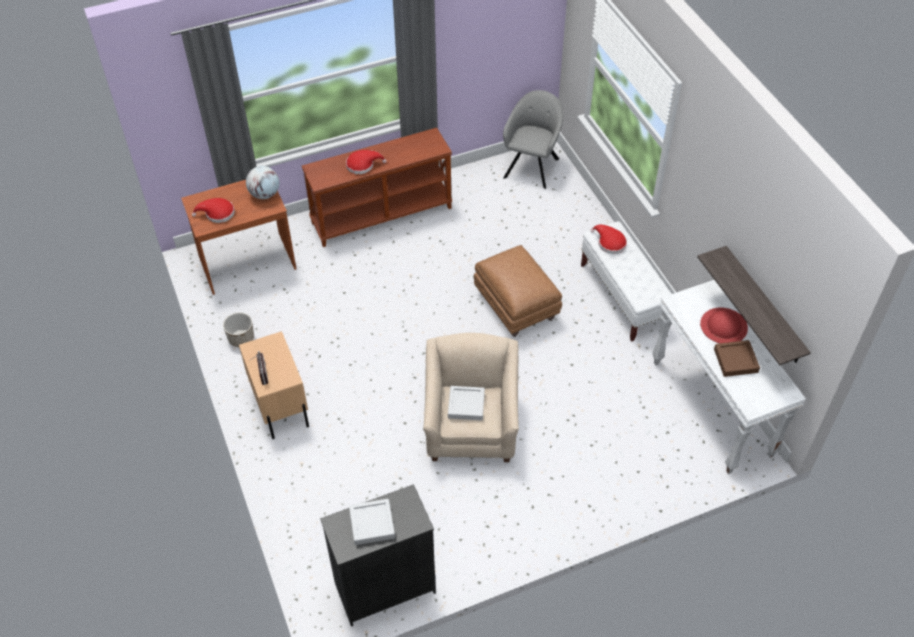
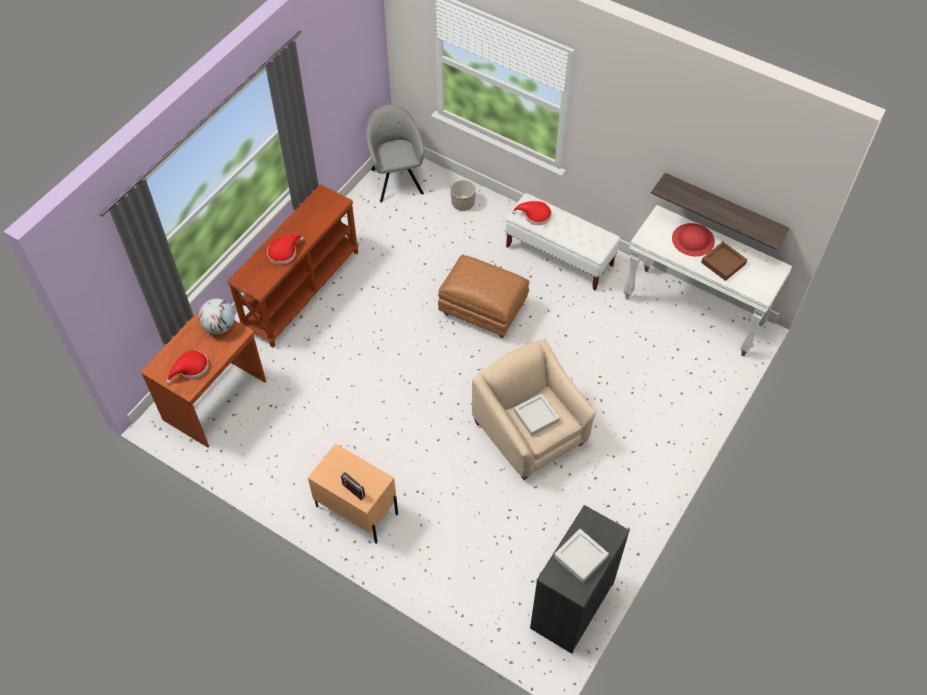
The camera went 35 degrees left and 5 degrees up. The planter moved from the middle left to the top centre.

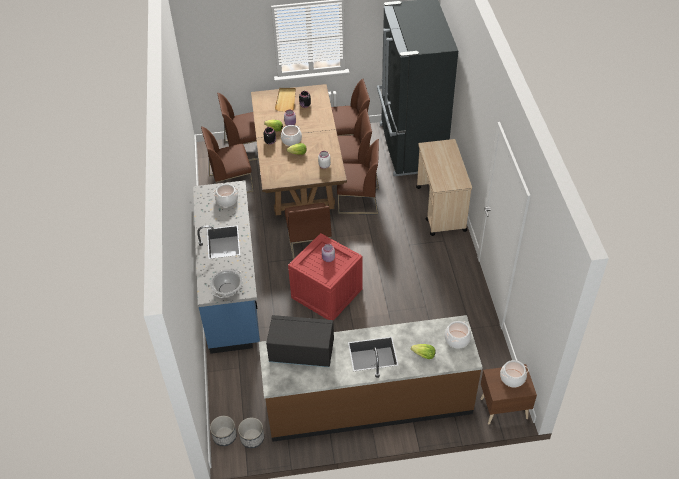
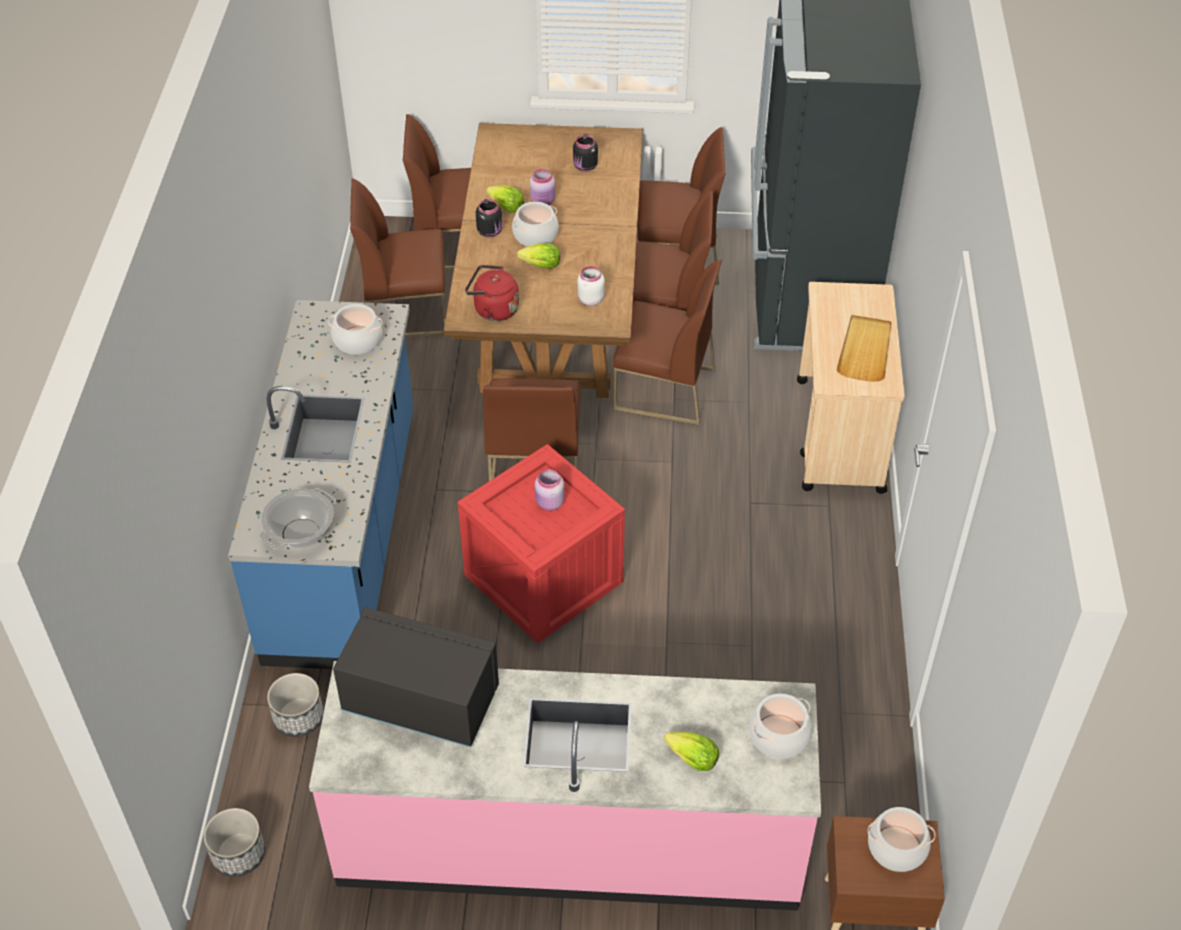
The camera went 10 degrees right and 0 degrees up. The planter (no. 2 from left) moved from the bottom centre to the bottom left. The brown counter at the bottom centre became the pink counter at the bottom centre. The red kettle at the top centre appeared. The beige tray moved from the top centre to the middle right.

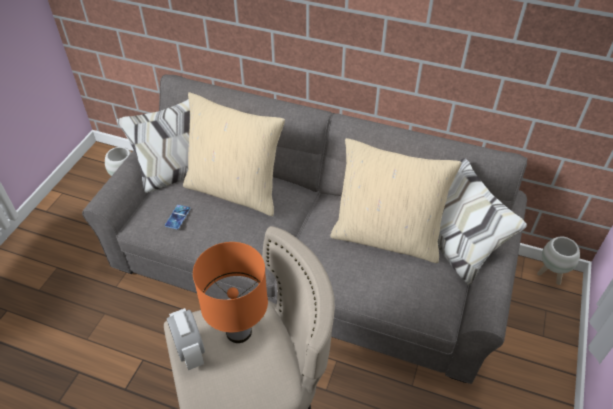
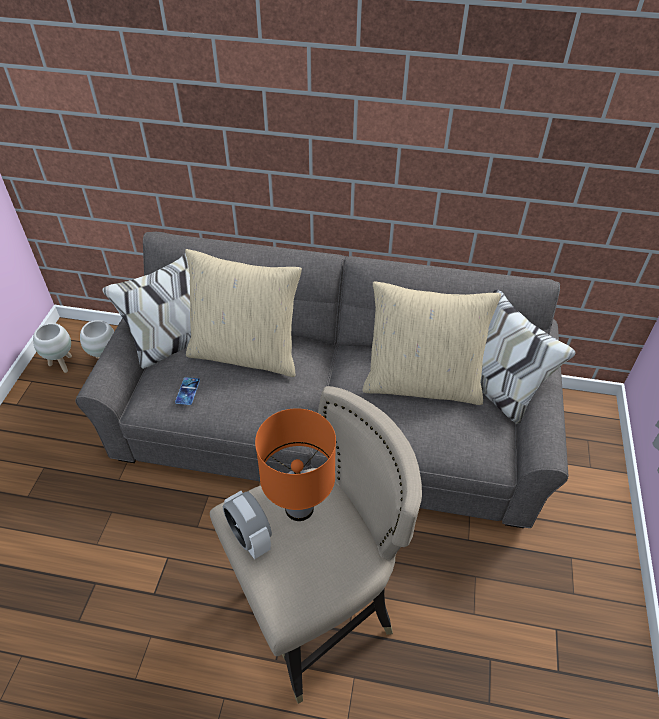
The camera went 10 degrees left and 0 degrees up. The white planter (no. 2 from left in the first image) moved from the middle right to the middle left.

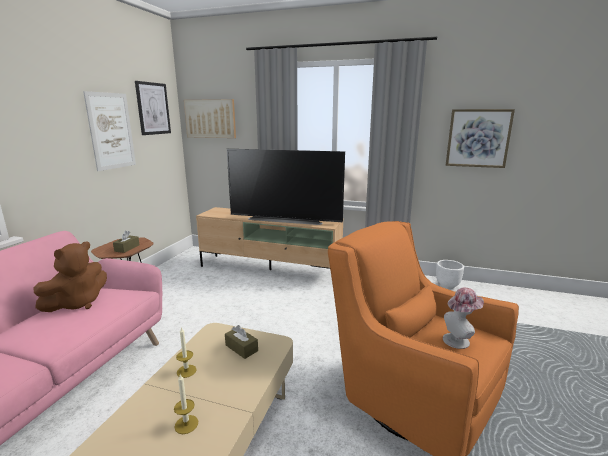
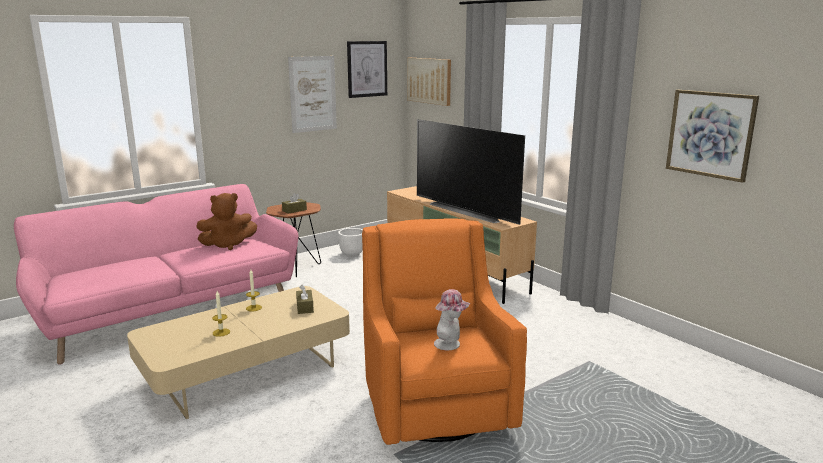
The camera went 35 degrees right and 0 degrees up. The white planter moved from the middle right to the centre.

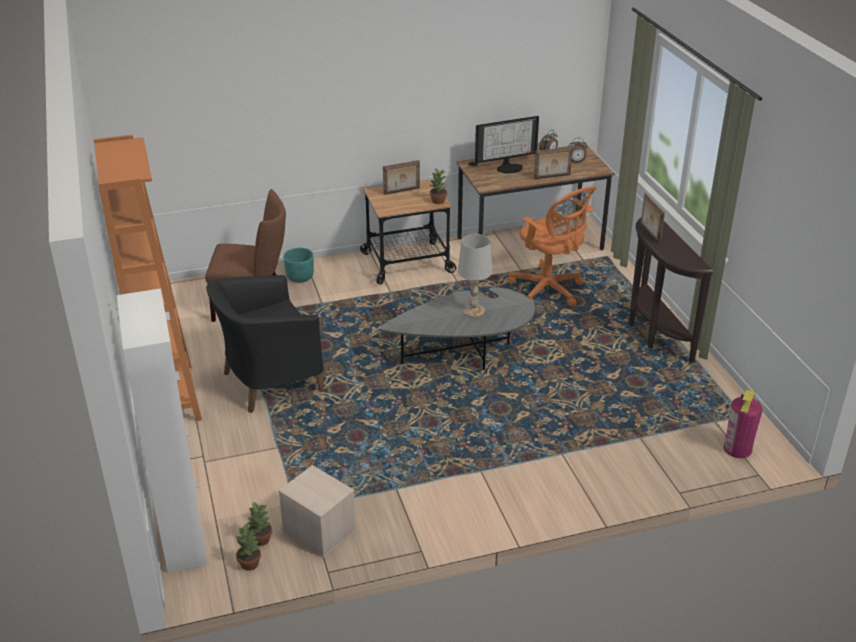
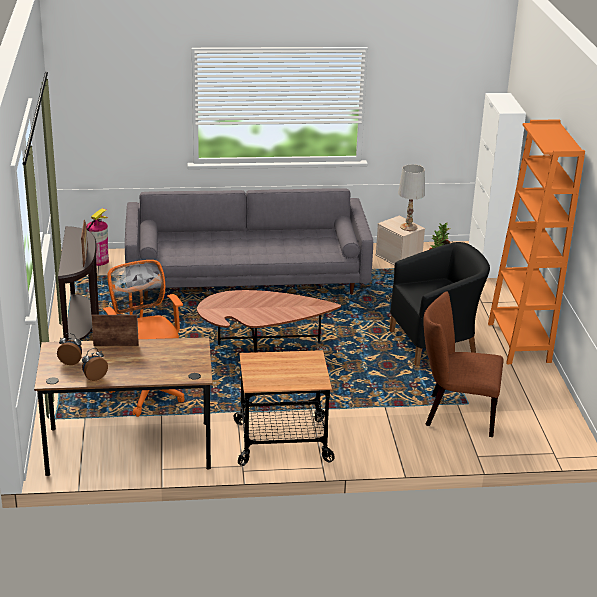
The camera went 170 degrees left and 5 degrees down. The grey sofa at the centre appeared. The grey coffee table at the centre became the brown coffee table at the centre. The white table lamp moved from the centre to the top right. The turquoise planter at the centre disappeared. The picture frame (no. 1 from left) at the top centre disappeared. The potted plant (no. 3 from left) at the top centre disappeared. The monitor at the top centre disappeared.

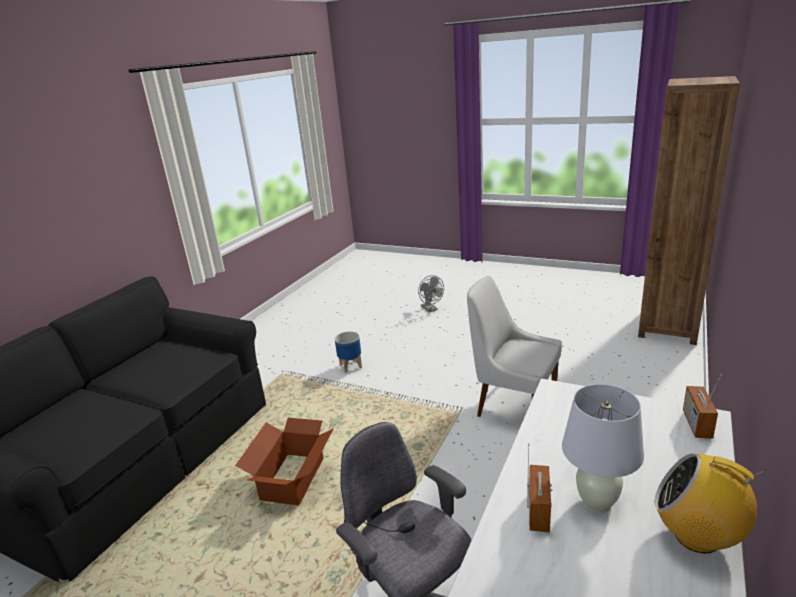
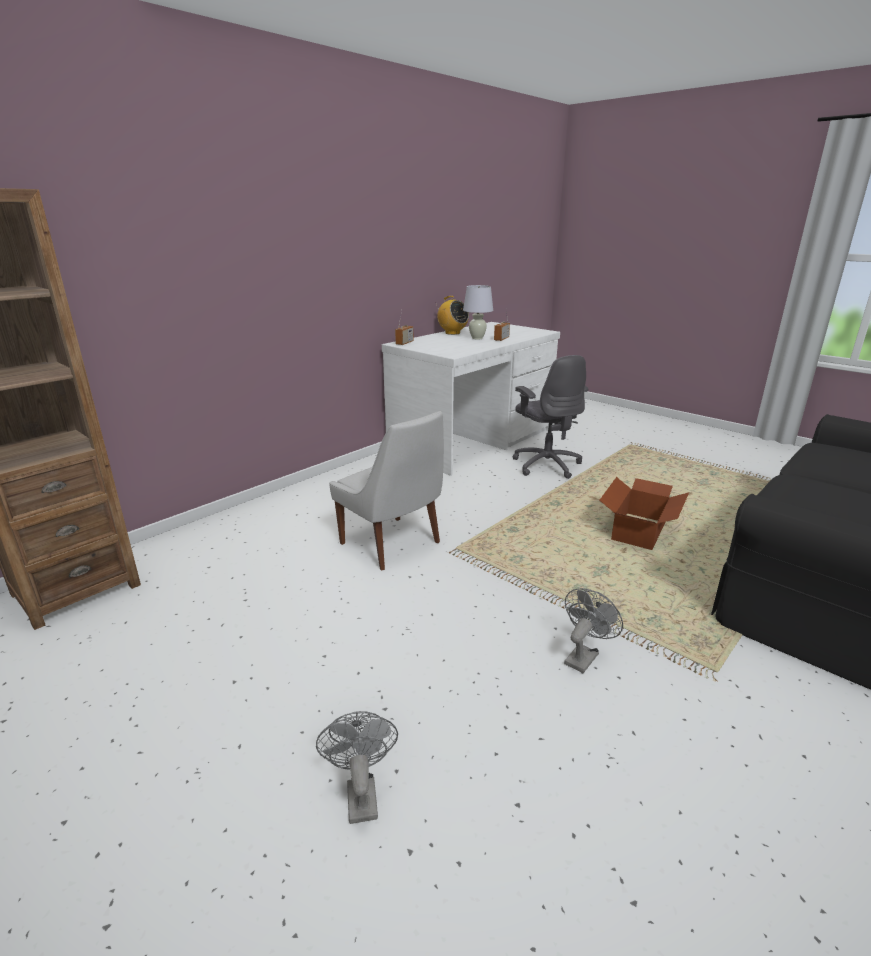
The camera went 165 degrees left and 0 degrees up. The planter at the centre was replaced by the grey fan (no. 2 from left) at the middle right.

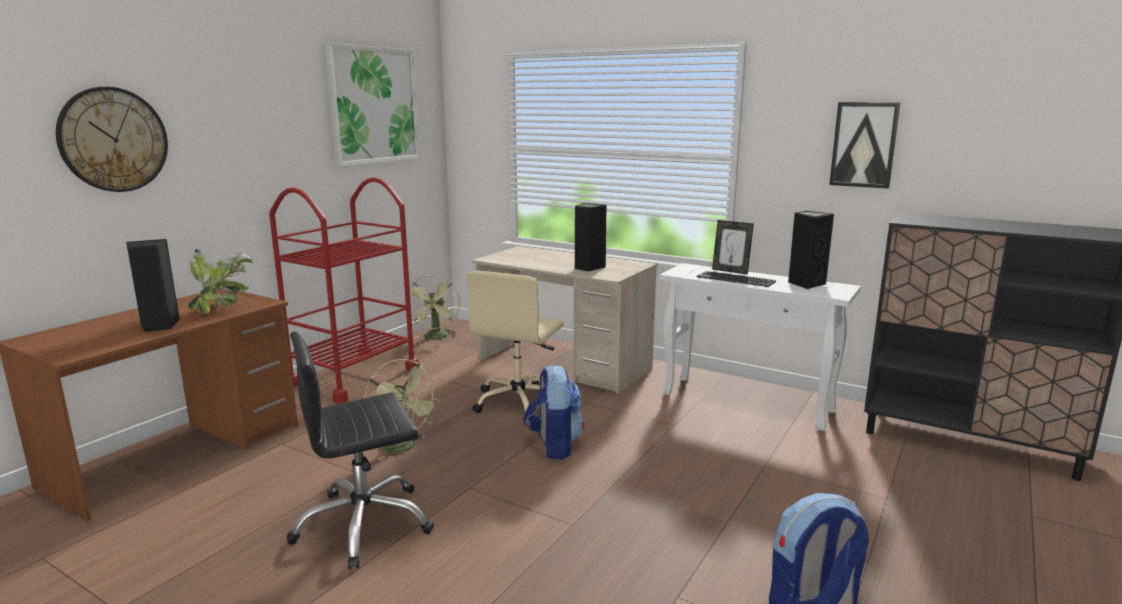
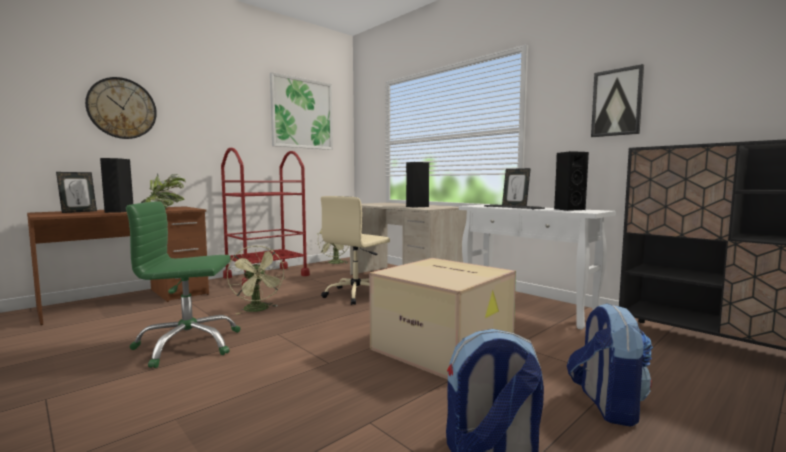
The camera went 15 degrees right and 10 degrees down. The picture frame (no. 1 from left) at the middle left appeared. The black office chair at the bottom left became the green office chair at the middle left. The cardboard box at the bottom centre appeared. The backpack (no. 1 from left in the first image) moved from the bottom centre to the bottom right.

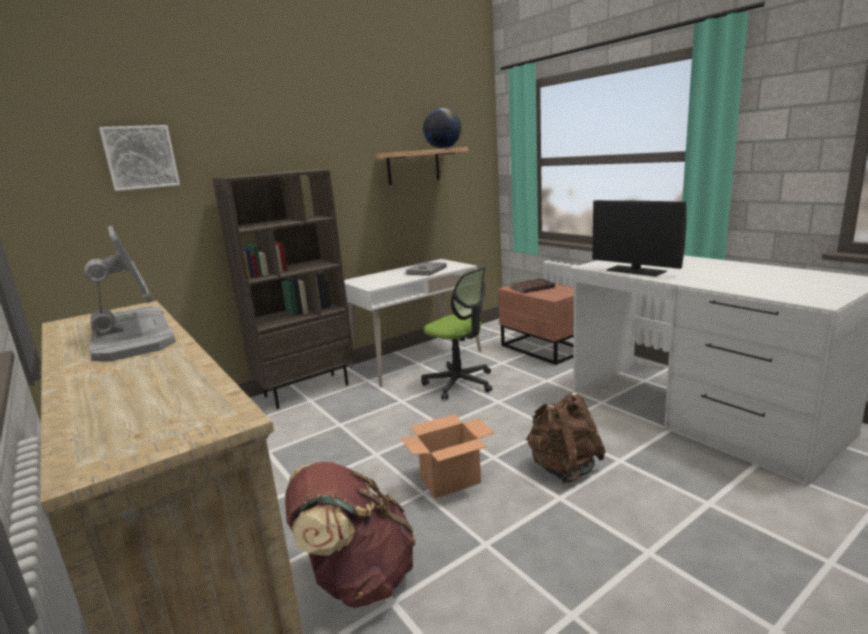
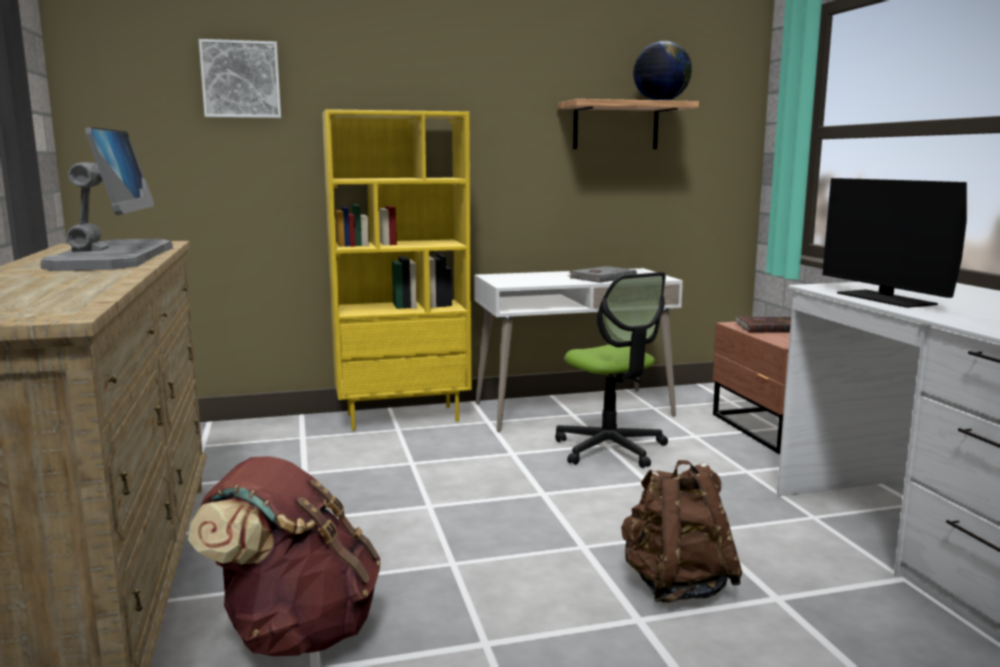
The camera went 20 degrees right and 5 degrees down. The brown bookcase at the middle left became the yellow bookcase at the centre. The cardboard box at the bottom centre disappeared.

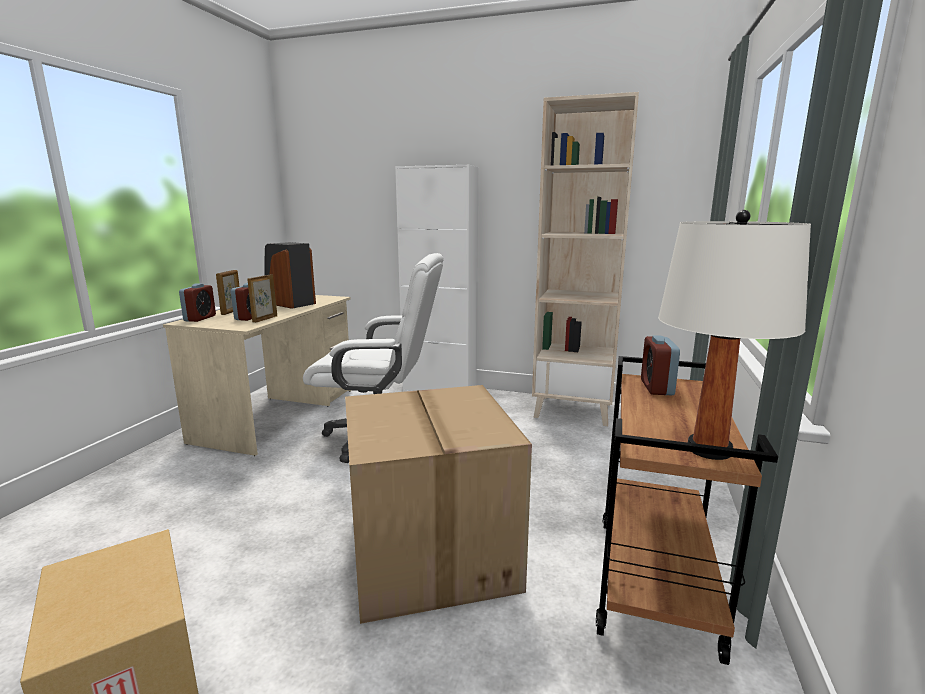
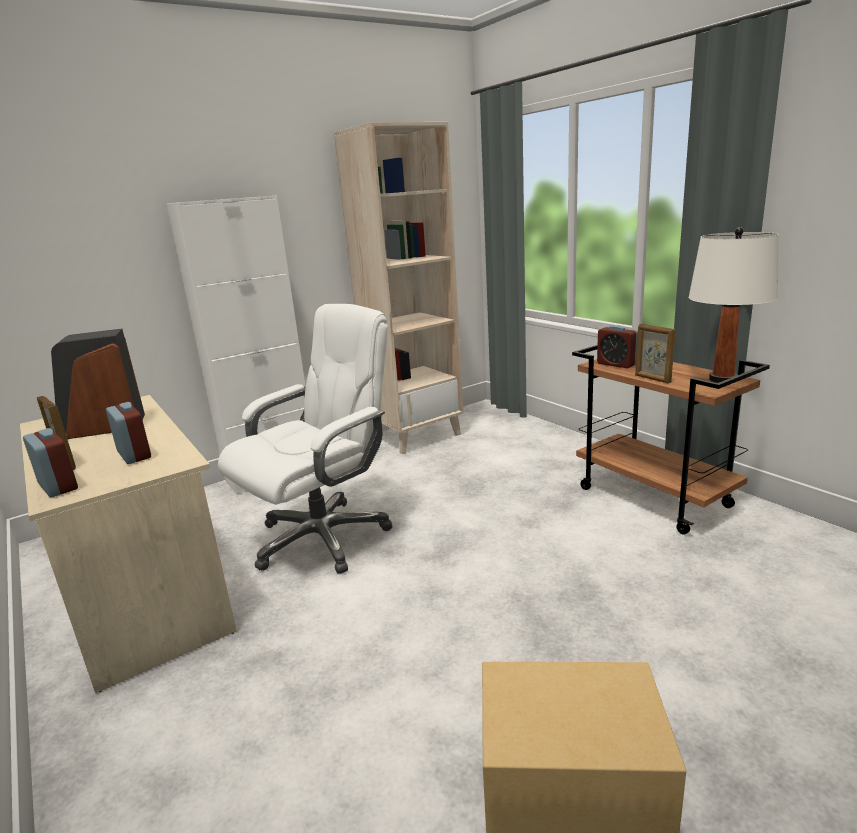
The camera went 50 degrees left and 5 degrees up. The picture frame (no. 2 from left) moved from the middle left to the middle right. The cardboard box (no. 2 from left) at the bottom centre disappeared.

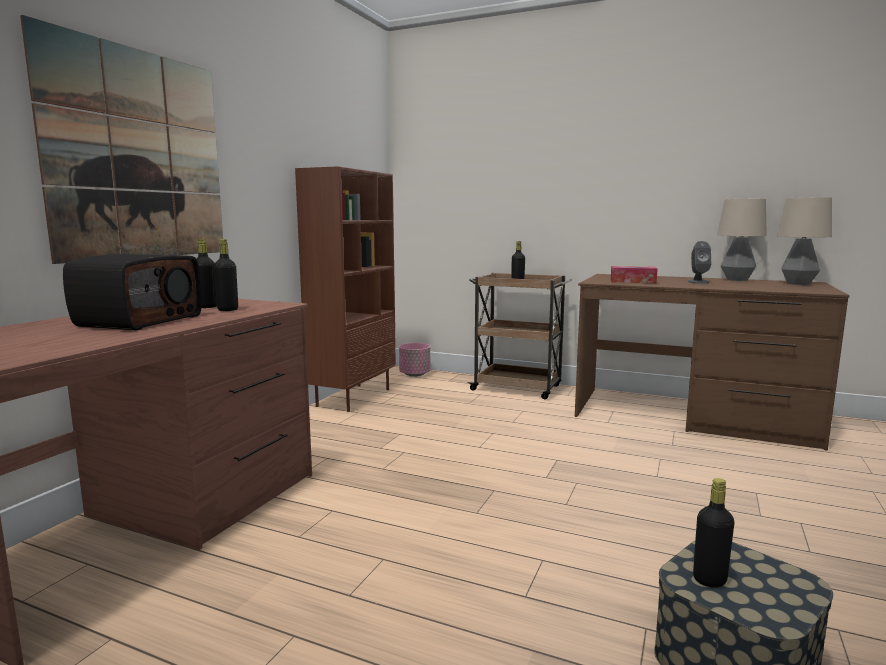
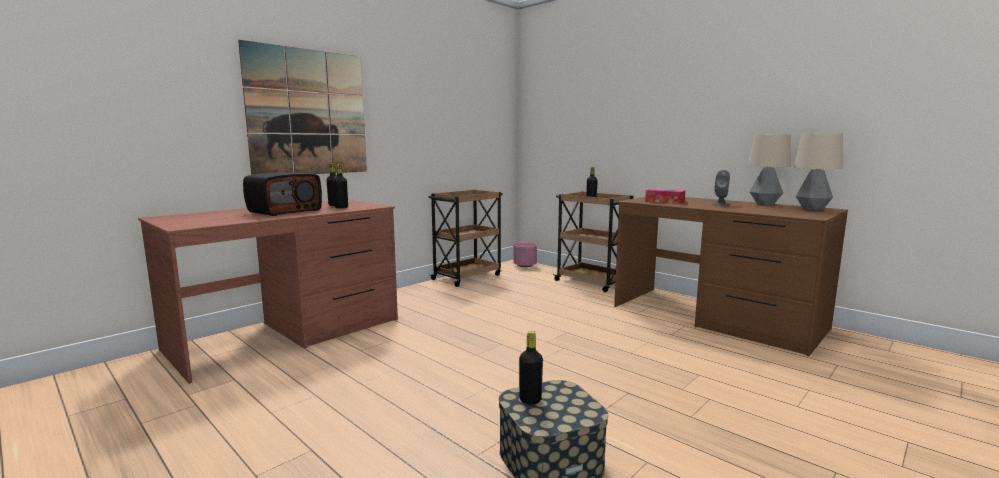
The camera went 20 degrees right and 0 degrees up. The brown bookcase at the centre was replaced by the brown cart (no. 1 from left) at the centre.

